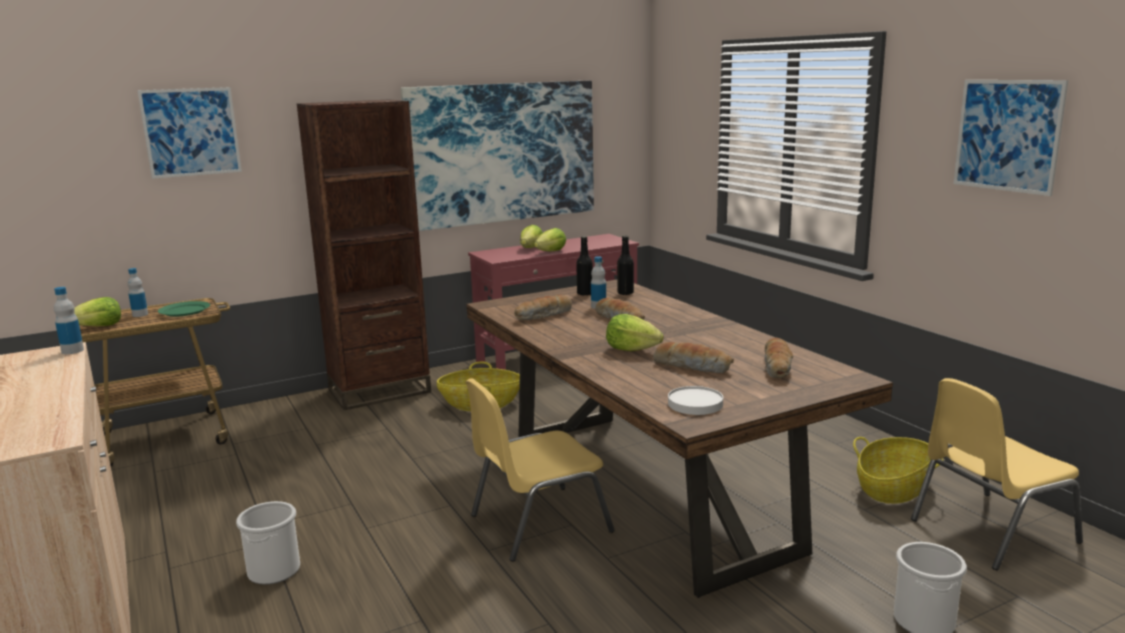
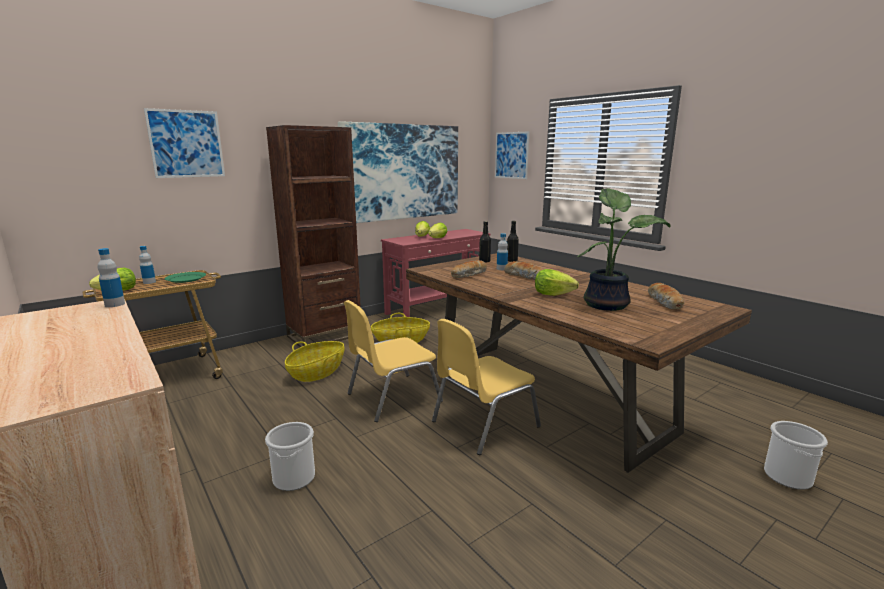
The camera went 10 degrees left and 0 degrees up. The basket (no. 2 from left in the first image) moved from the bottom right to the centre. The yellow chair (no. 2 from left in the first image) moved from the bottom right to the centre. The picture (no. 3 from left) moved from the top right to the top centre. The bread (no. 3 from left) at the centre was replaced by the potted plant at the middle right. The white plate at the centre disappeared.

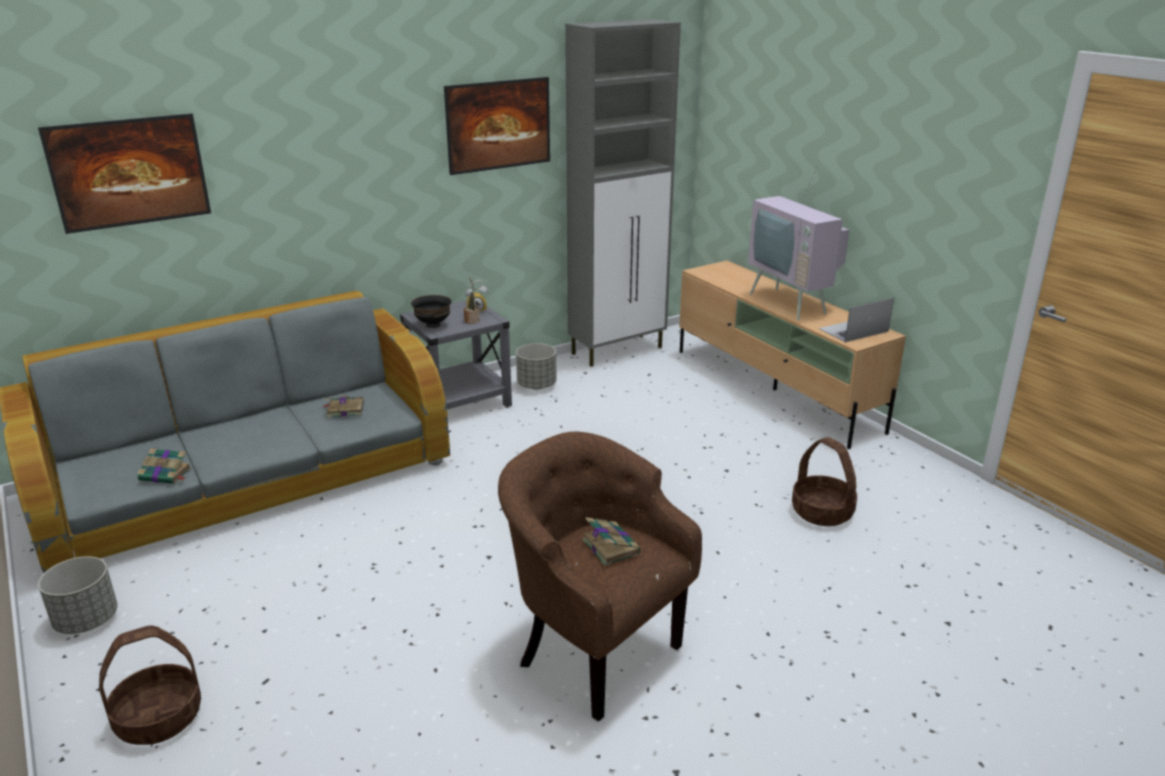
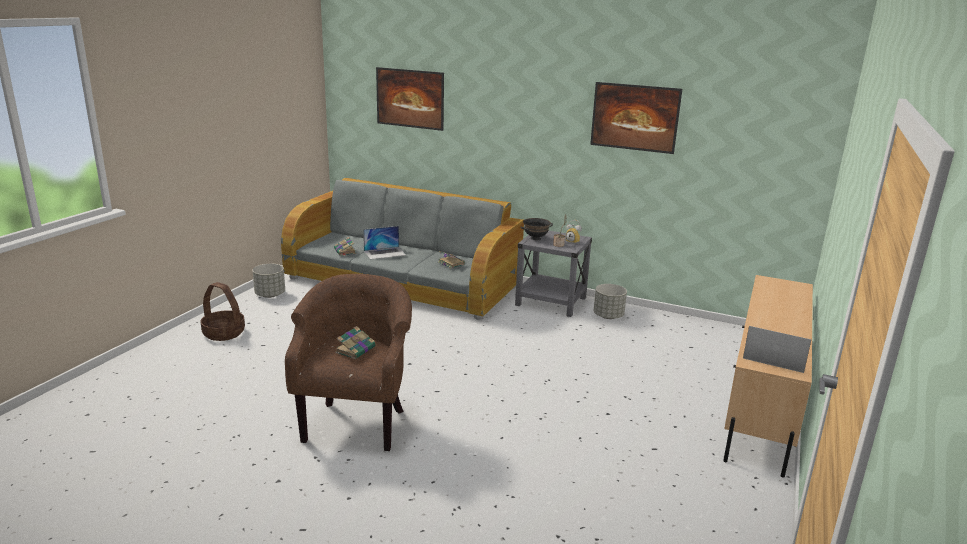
The camera went 55 degrees right and 5 degrees down. The laptop (no. 1 from left) at the centre appeared. The grey cabinet at the top centre disappeared. The television at the top right disappeared. The basket (no. 2 from left) at the middle right disappeared.

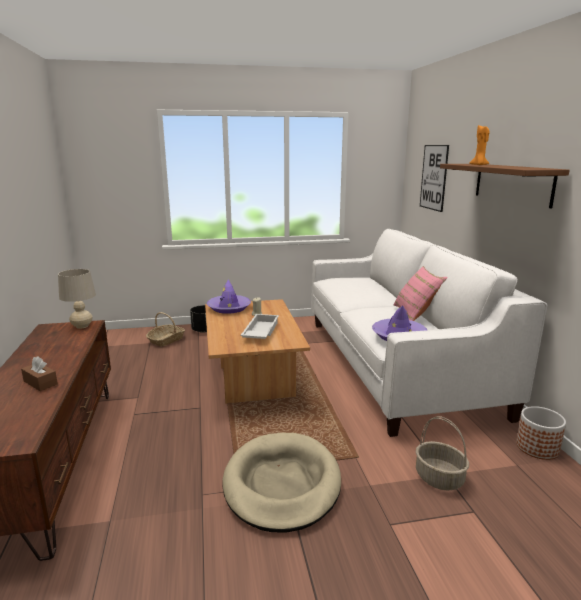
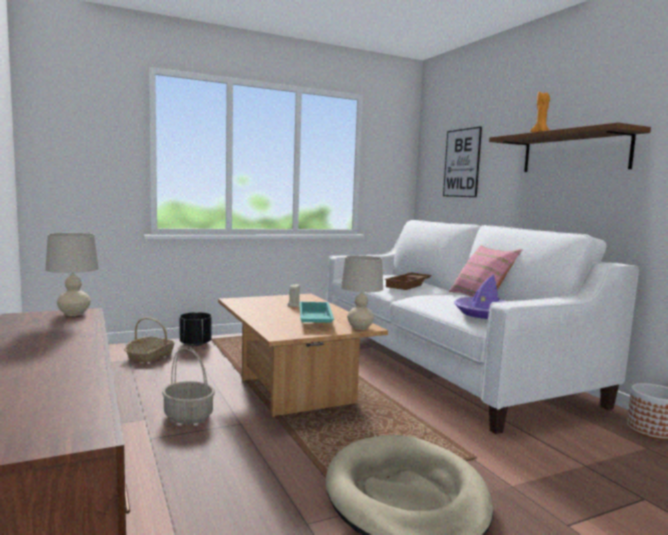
The camera went 15 degrees left and 10 degrees down. The basket (no. 2 from left) moved from the bottom right to the bottom left. The white tray at the centre became the turquoise tray at the centre. The beige table lamp (no. 2 from left) at the centre appeared. The brown tray at the centre appeared. The brown tissue box at the middle left disappeared. The purple hat (no. 1 from left) at the centre disappeared.

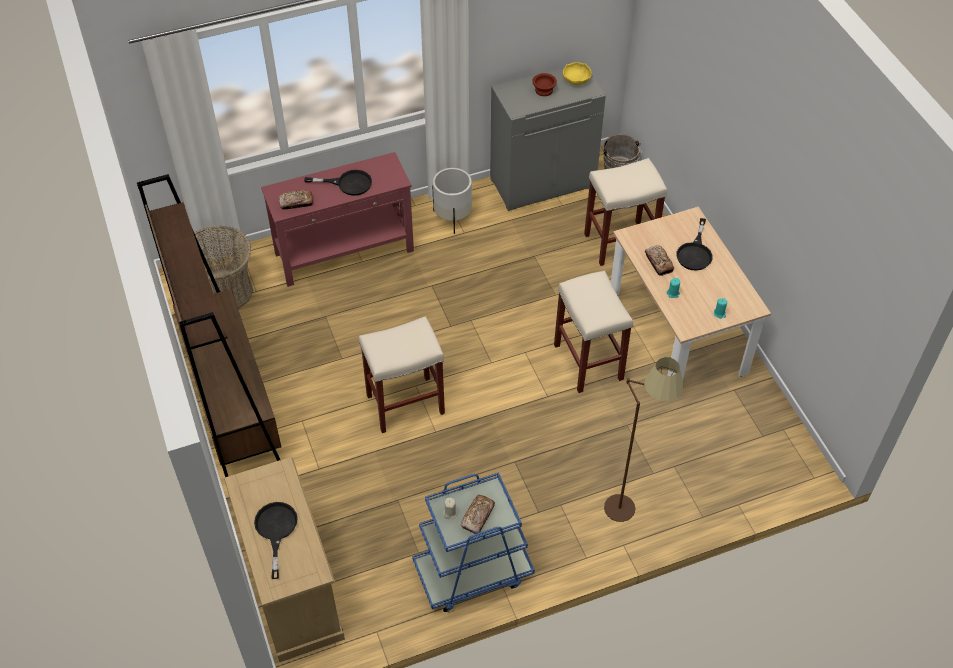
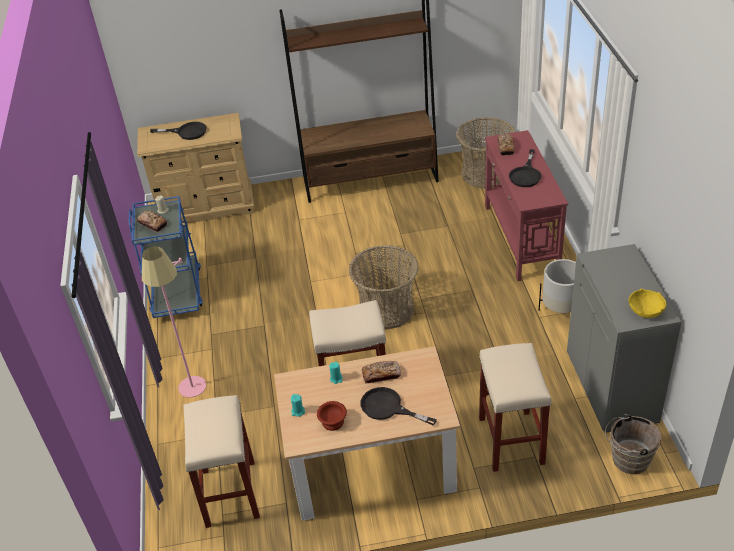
The camera went 105 degrees right and 10 degrees down. The brown floor lamp at the middle right became the pink floor lamp at the middle left. The beige stool (no. 1 from left) moved from the centre to the bottom left. The brown bowl moved from the top centre to the bottom centre. The basket (no. 1 from left) at the centre appeared.

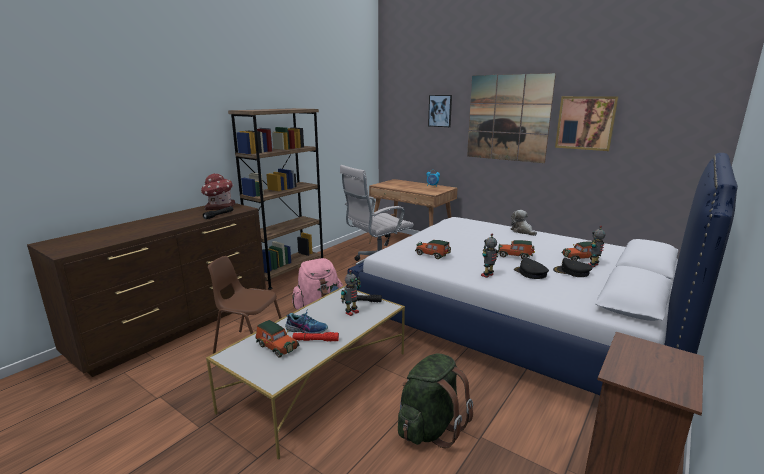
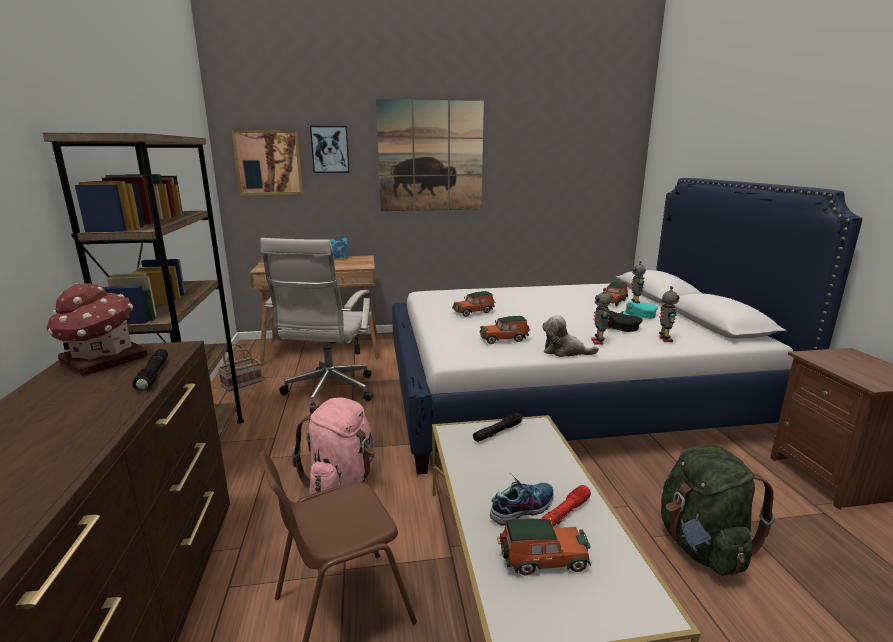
The camera went 45 degrees left and 0 degrees up. The basket at the middle left appeared. The picture (no. 3 from left in the first image) moved from the top right to the top left. The toy car (no. 3 from left in the first image) moved from the middle right to the centre. The plush toy moved from the middle right to the centre. The black cap (no. 2 from left) at the middle right became the turquoise cap at the middle right. The toy robot (no. 1 from left in the first image) moved from the centre to the middle right.

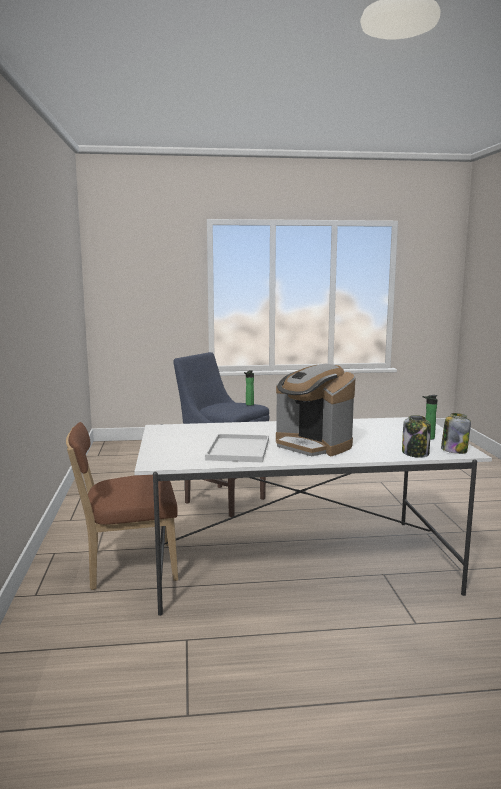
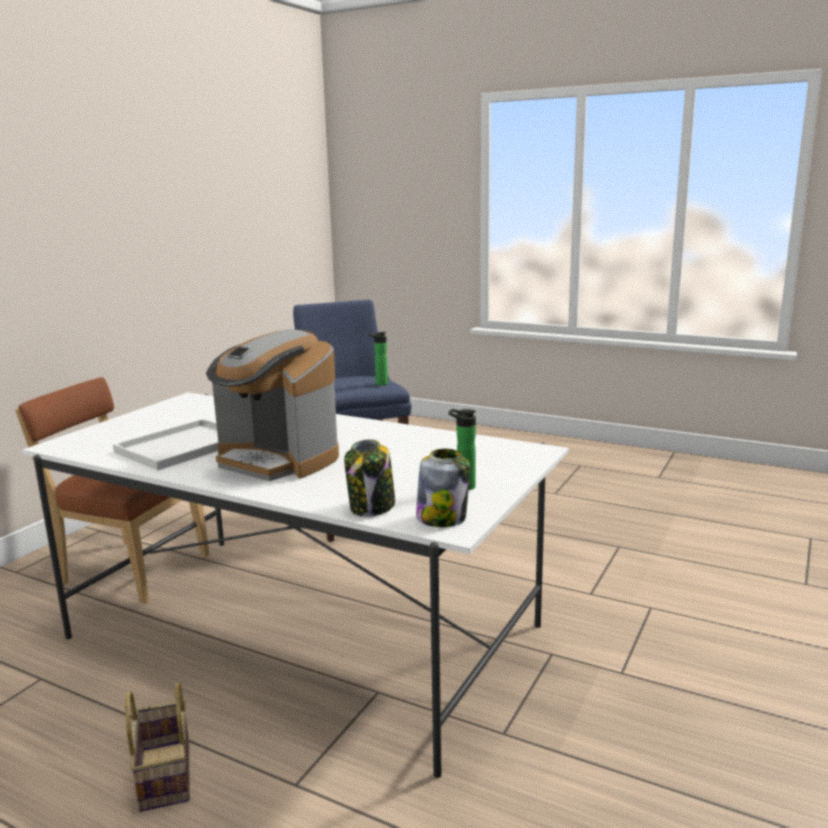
The camera went 35 degrees right and 5 degrees up. The basket at the bottom left appeared. The coffee machine at the centre turned 45 degrees counterclockwise.

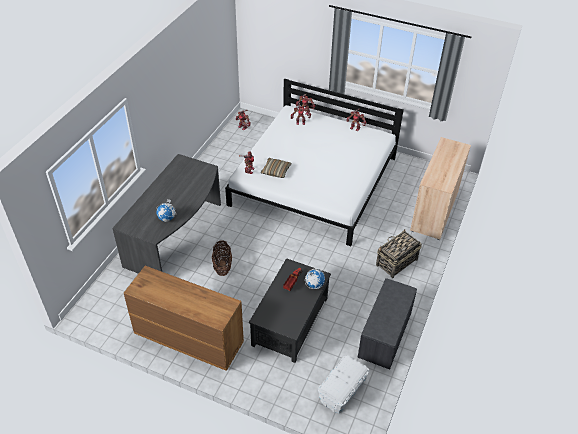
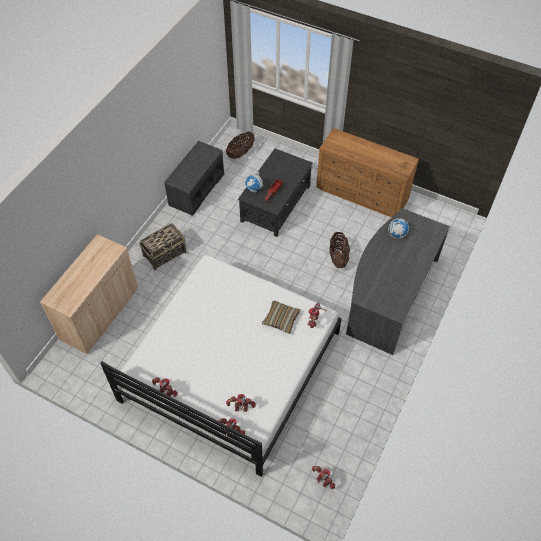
The camera went 175 degrees left and 10 degrees up. The white storage box at the bottom centre was replaced by the basket (no. 2 from left) at the top centre.

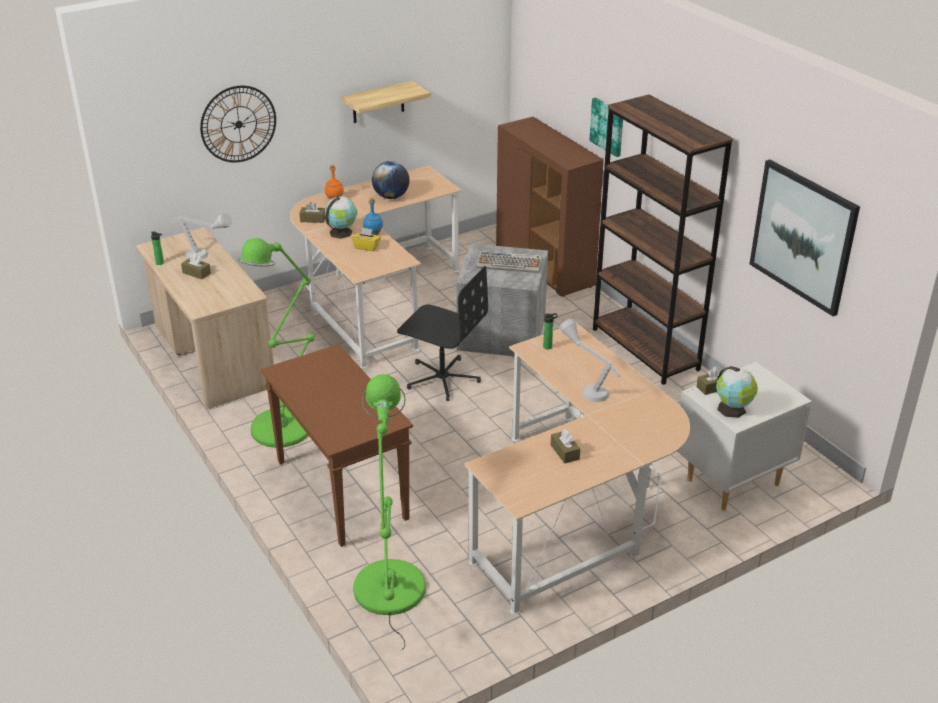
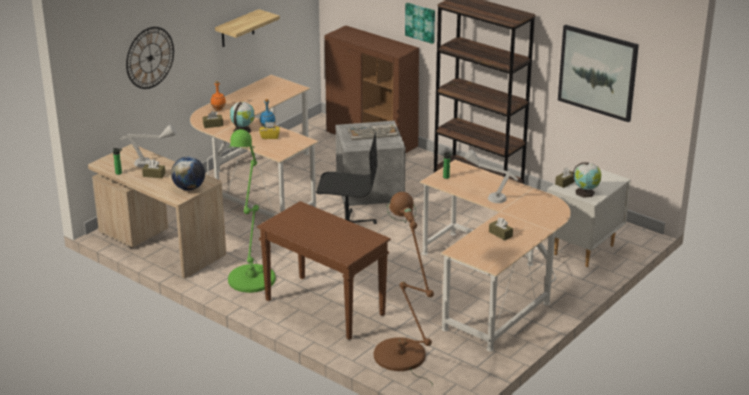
The camera went 20 degrees left and 5 degrees down. The globe (no. 2 from left in the first image) moved from the top centre to the middle left. The green floor lamp (no. 2 from left) at the bottom centre became the brown floor lamp at the bottom centre.

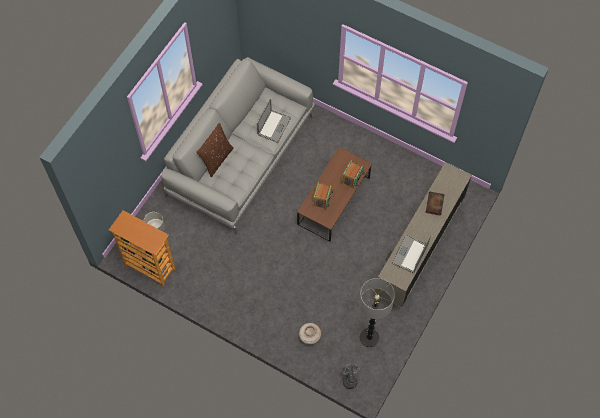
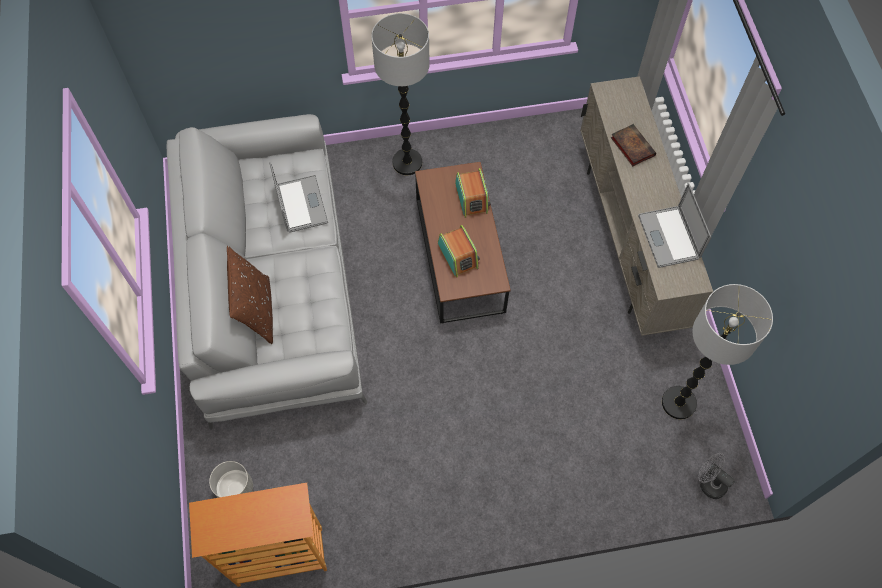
The camera went 40 degrees left and 0 degrees up. The floor lamp (no. 1 from left) at the top centre appeared. The beige vase at the bottom centre disappeared.

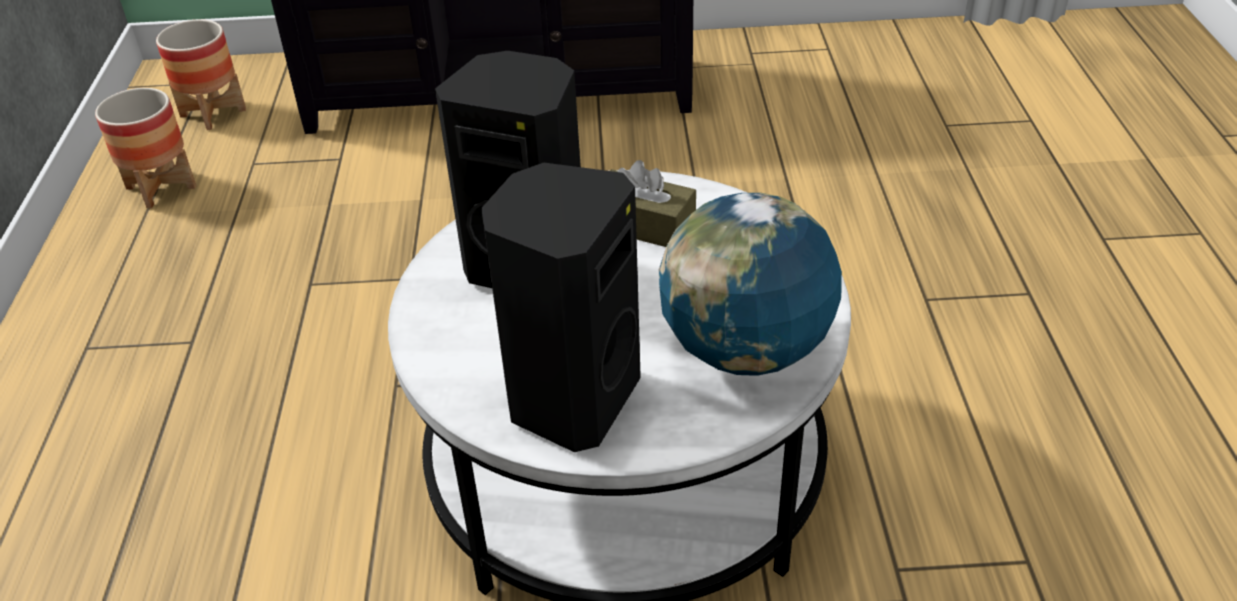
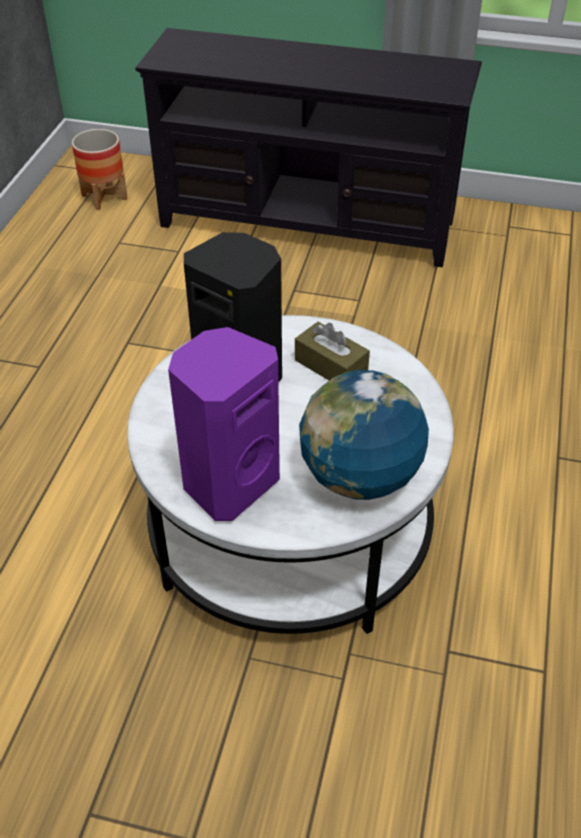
The camera went 15 degrees right and 5 degrees up. The black speaker (no. 2 from left) at the centre became the purple speaker at the centre. The planter (no. 1 from left) at the top left disappeared.

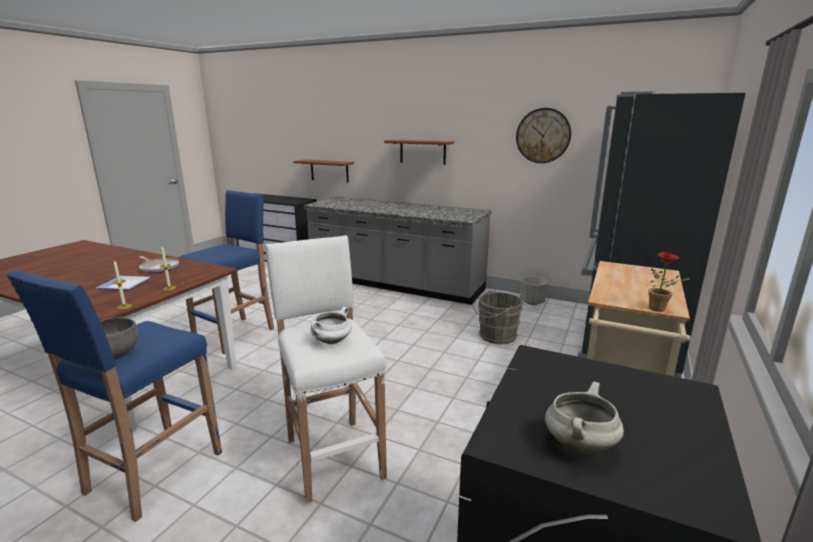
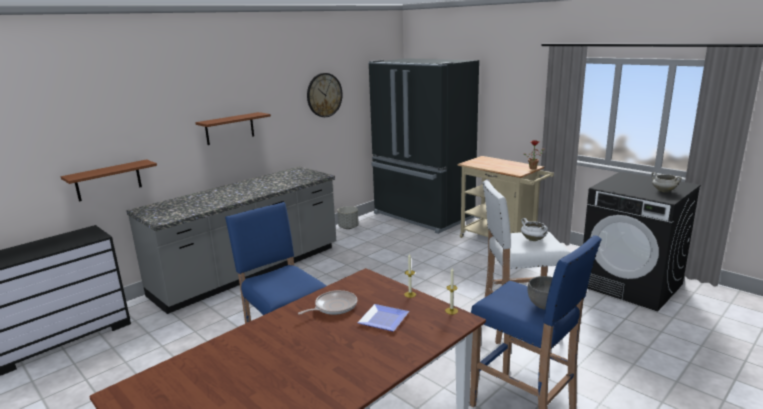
The camera went 70 degrees left and 0 degrees up. The grey bucket at the centre disappeared.

